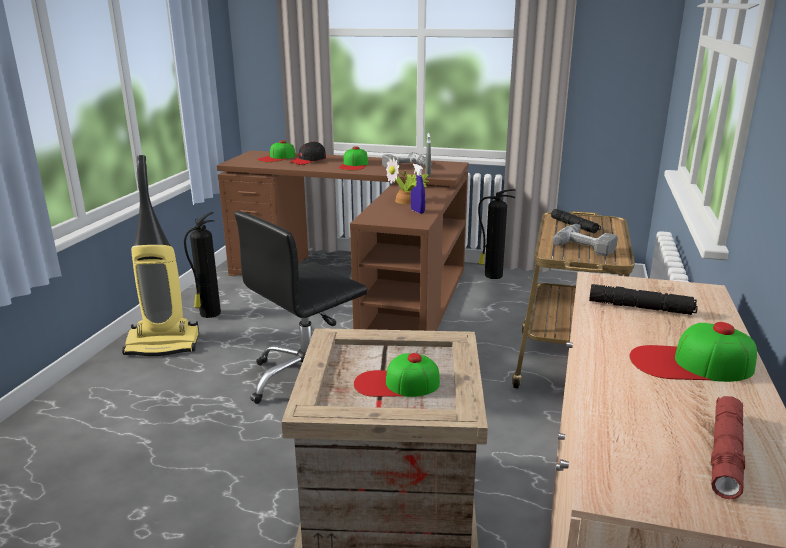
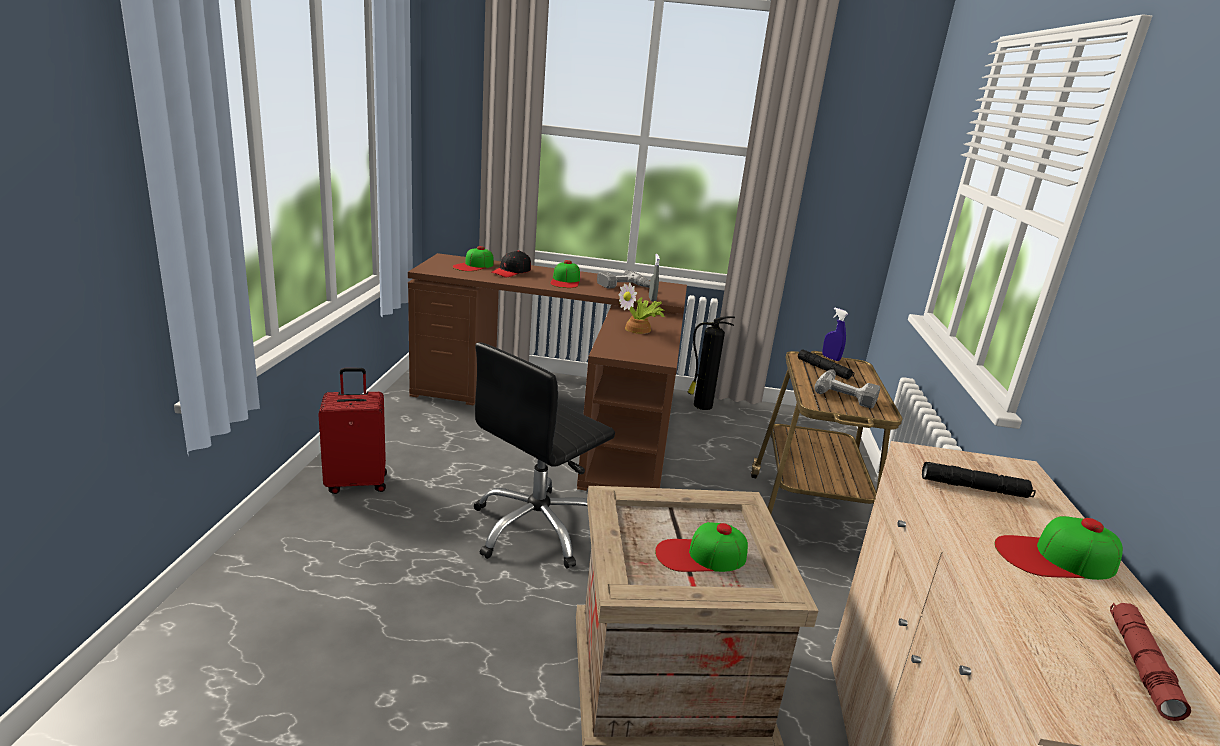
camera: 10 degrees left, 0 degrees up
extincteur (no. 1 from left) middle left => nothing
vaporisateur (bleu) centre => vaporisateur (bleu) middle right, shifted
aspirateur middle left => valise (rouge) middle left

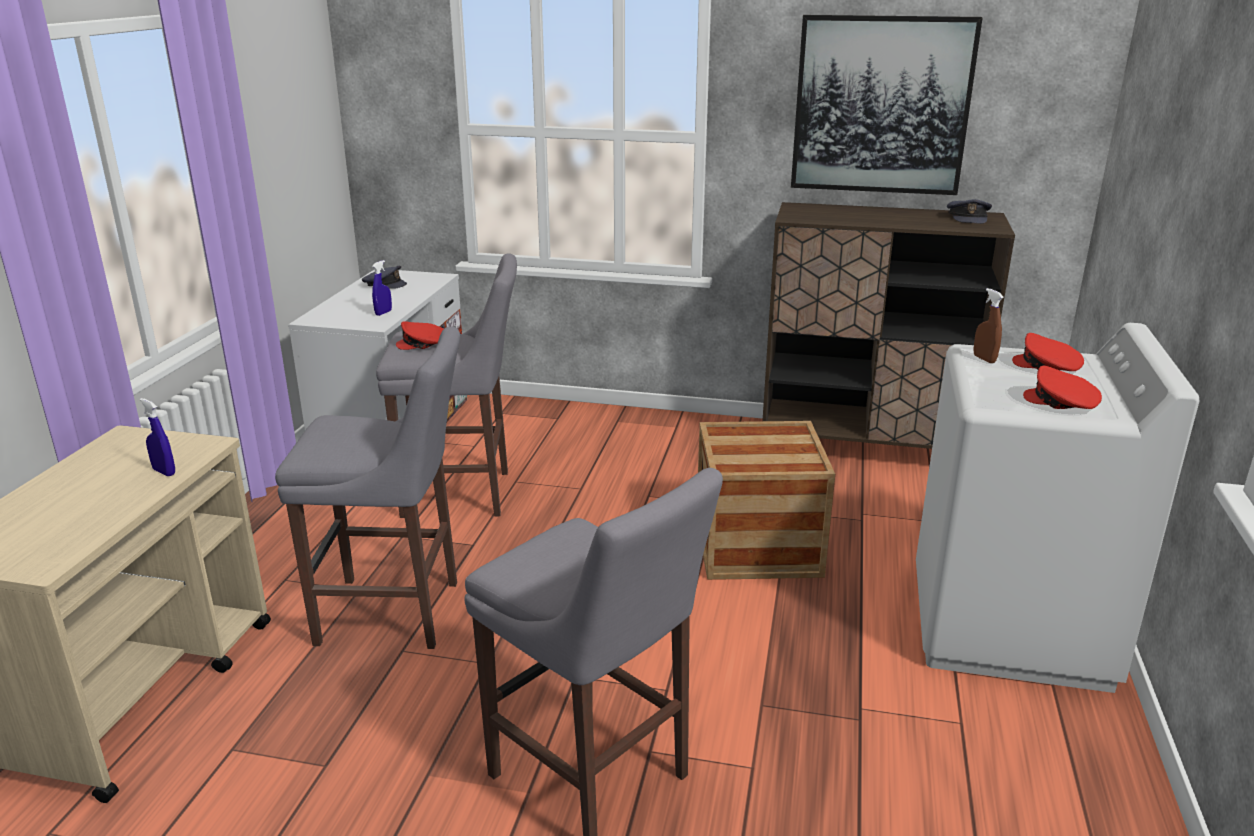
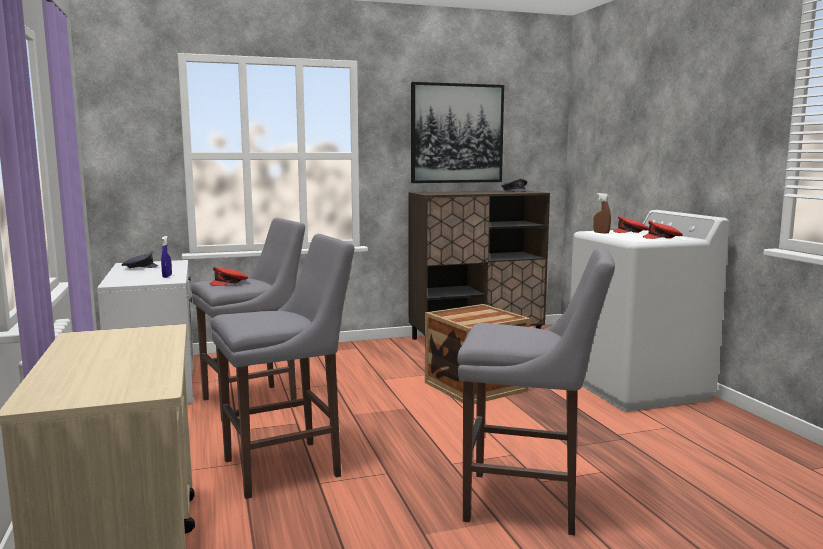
camera: 30 degrees left, 15 degrees down
vaporisateur (bleu) (no. 1 from left) middle left => nothing

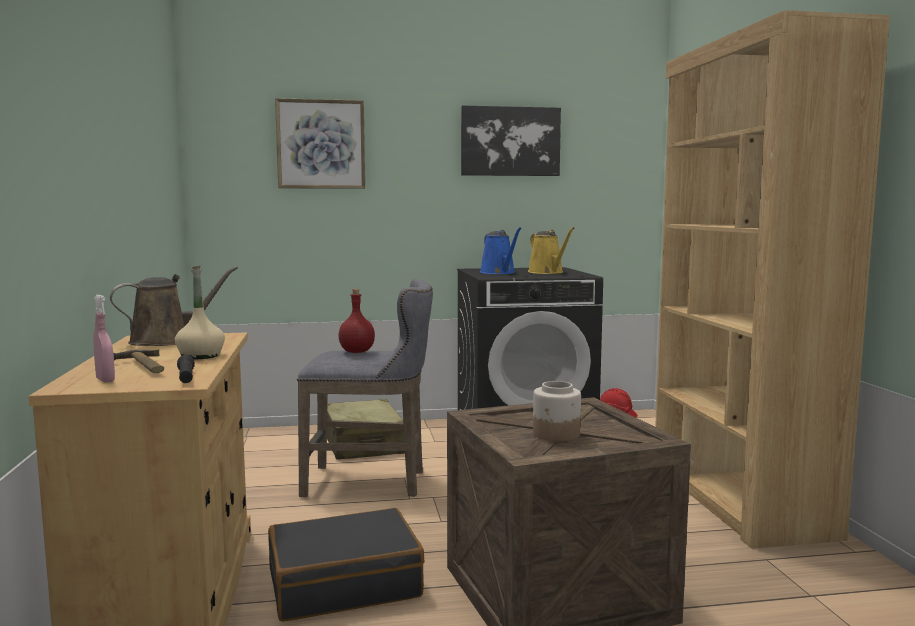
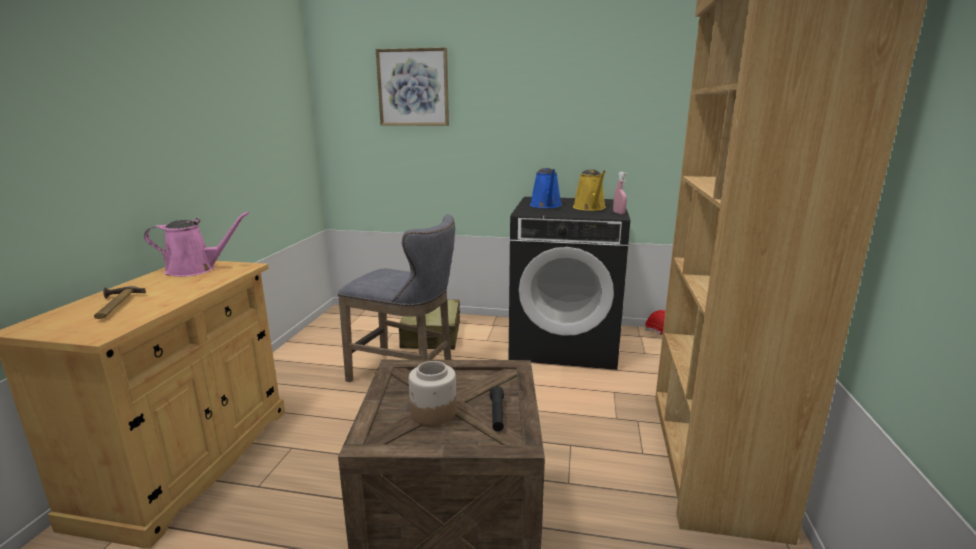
camera: 20 degrees right, 10 degrees up
bouteille (beige) middle left => nothing
valise (noir) bottom centre => nothing
bouteille (rouge) centre => nothing
tableau (no. 2 from left) top centre => nothing
vaporisateur (rose) middle left => vaporisateur (rose) centre, shifted
lampe de poche (noir) middle left => lampe de poche (noir) bottom centre, shifted
arrosoir (marron) middle left => arrosoir (rose) middle left

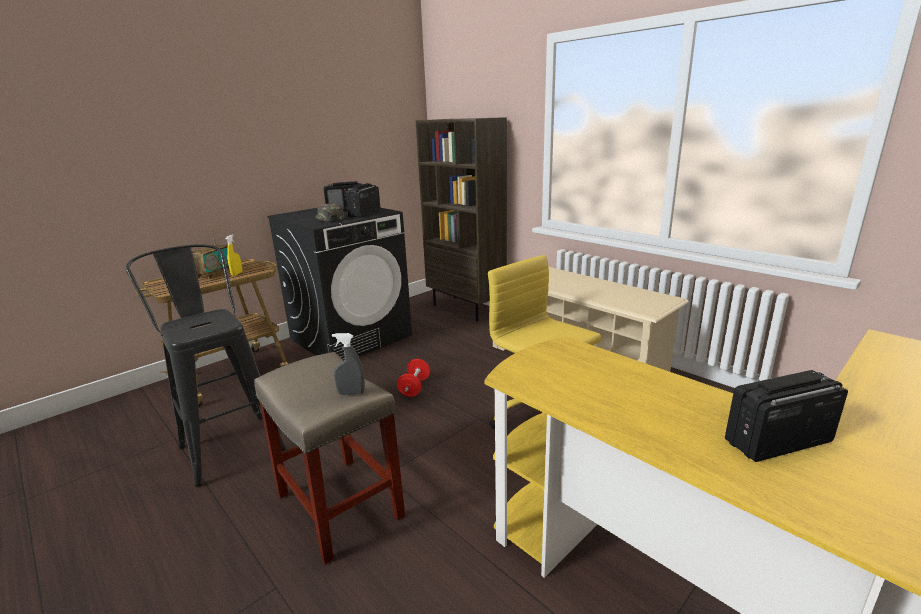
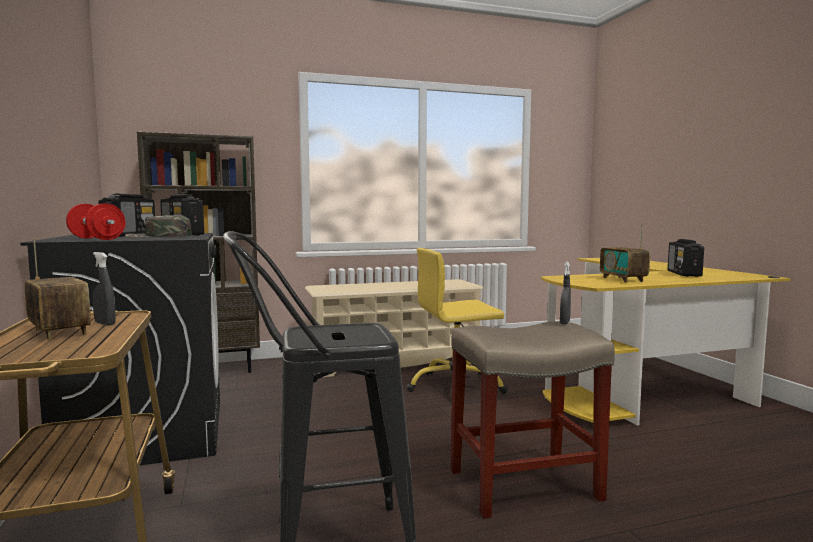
camera: 65 degrees left, 15 degrees down
nothing => radio (no. 4 from left) middle right
haltère (rouge) centre => haltère (rouge) middle left, shifted
vaporisateur (jaune) middle left => vaporisateur (gris) (no. 1 from left) middle left

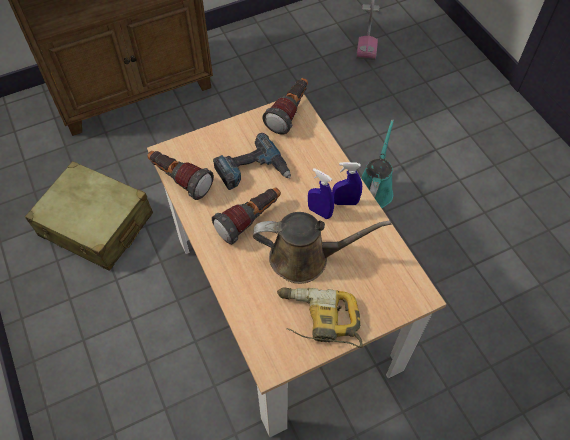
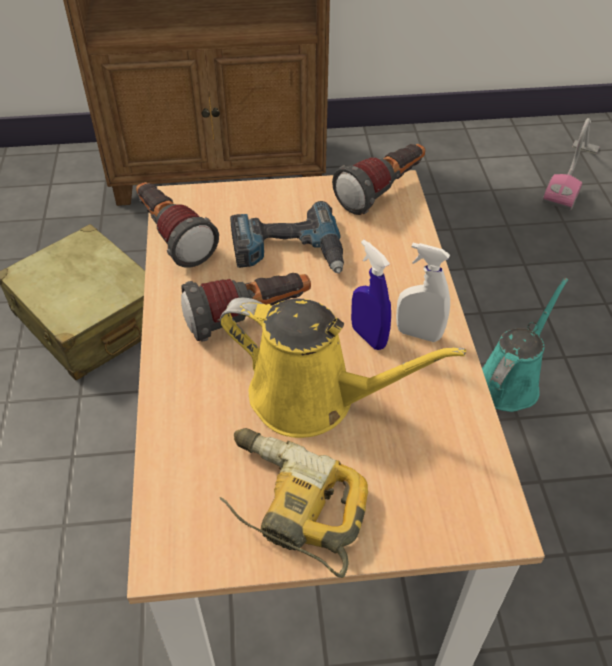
camera: 20 degrees right, 10 degrees down
arrosoir (marron) centre => arrosoir (jaune) centre
vaporisateur (bleu) (no. 2 from left) centre => vaporisateur (blanc) middle right

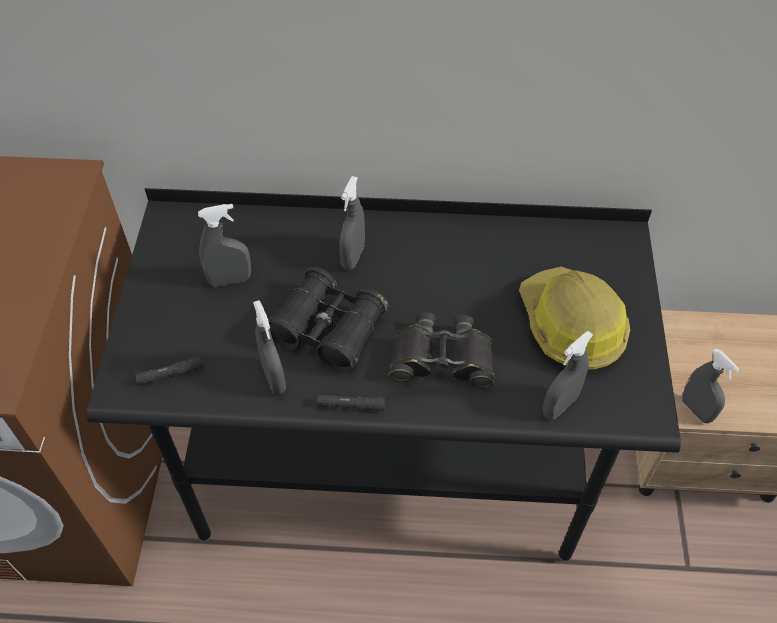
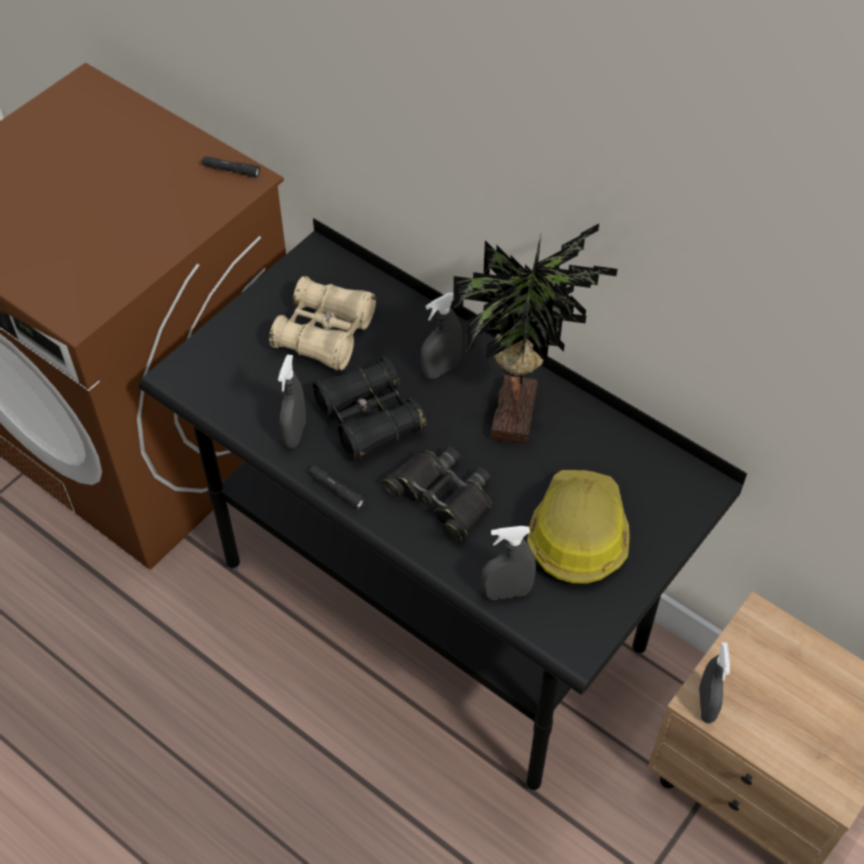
camera: 35 degrees right, 0 degrees up
nothing => plante en pot centre
lampe de poche (noir) (no. 1 from left) middle left => lampe de poche (noir) (no. 1 from left) top left, shifted
vaporisateur (gris) (no. 1 from left) middle left => jumelles (beige) centre

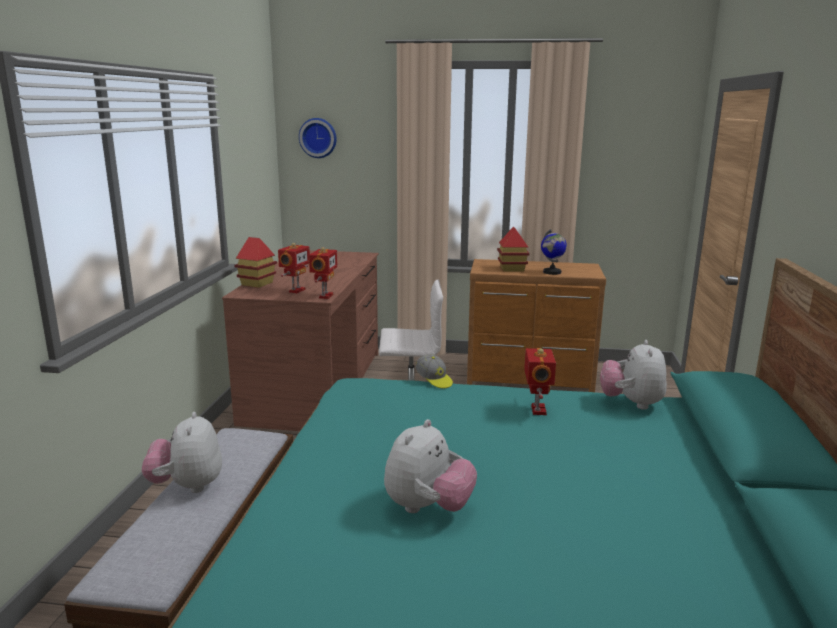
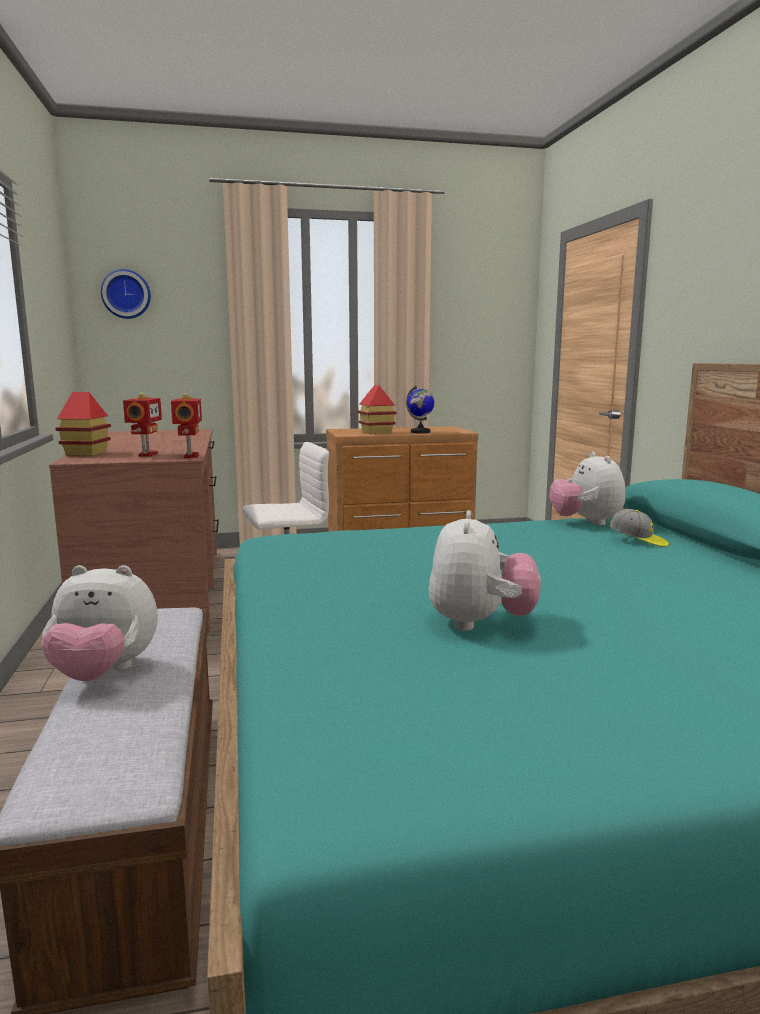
camera: 20 degrees left, 5 degrees down
robot jouet (no. 3 from left) centre => nothing
casquette centre => casquette middle right, shifted
peluche (no. 1 from left) bottom left => peluche (no. 1 from left) middle left, 60 degrees counterclockwise

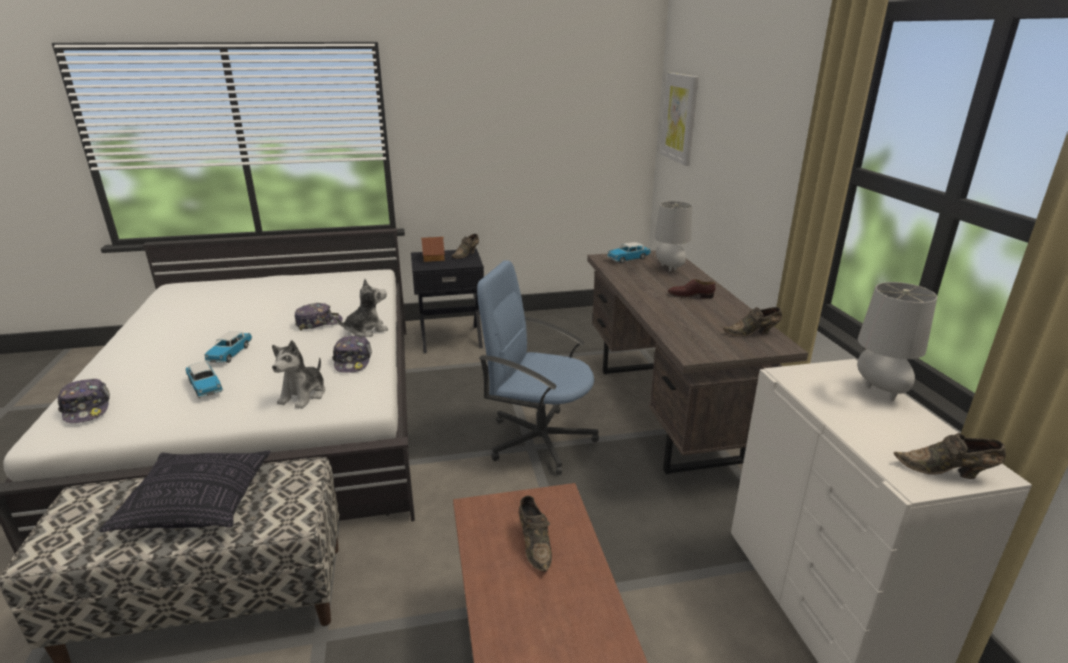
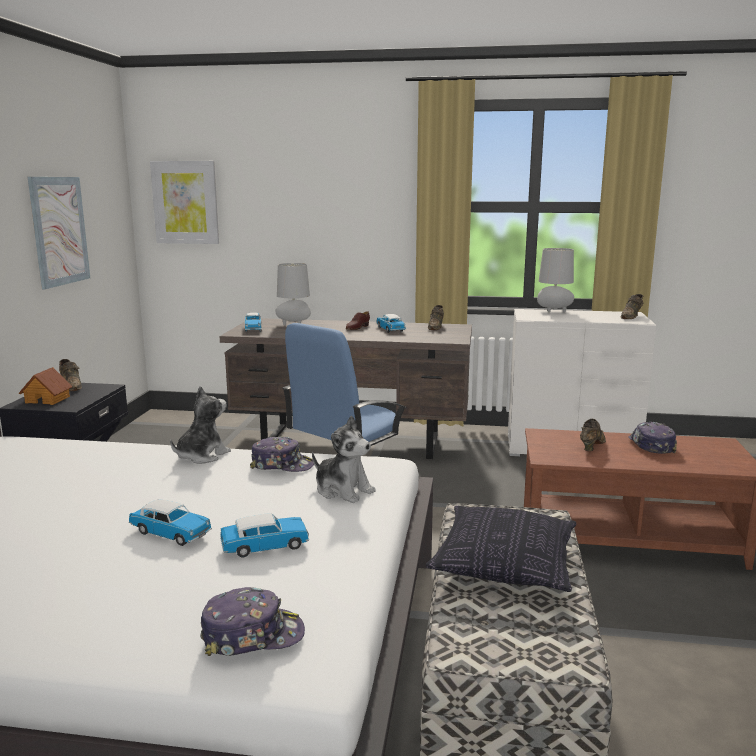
camera: 70 degrees left, 10 degrees down
nothing => tableau (no. 1 from left) top left
nothing => petite voiture (no. 4 from left) centre
casquette (no. 2 from left in the first image) middle left => casquette (no. 3 from left) middle right, shifted
peluche (no. 2 from left in the first image) centre => peluche (no. 1 from left) middle left, 45 degrees clockwise
chaussure (marron) (no. 2 from left in the first image) bottom centre => chaussure (marron) (no. 4 from left) middle right, 60 degrees counterclockwise

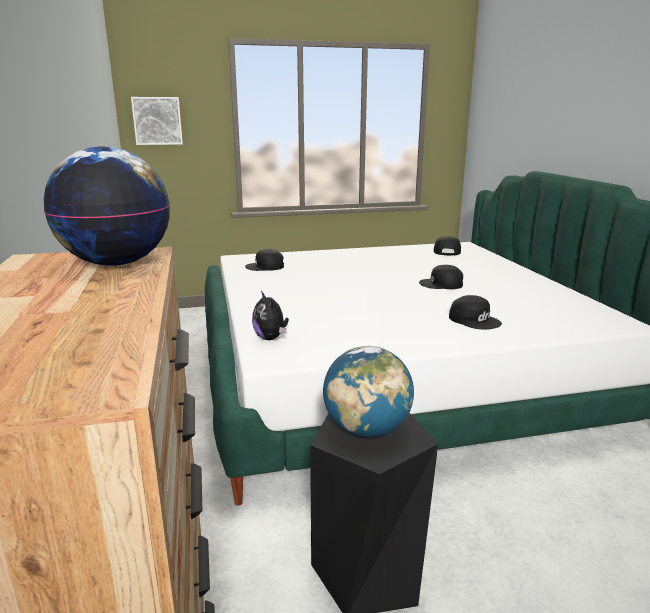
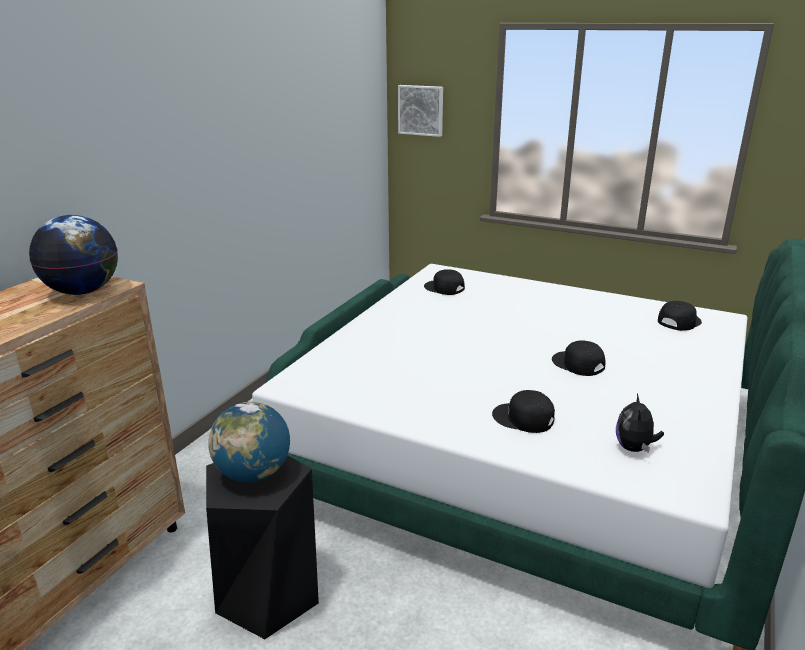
camera: 40 degrees right, 5 degrees up
peluche centre => peluche middle right, shifted
casquette (noir) (no. 4 from left in the first image) middle right => casquette (noir) (no. 2 from left) centre, 120 degrees clockwise

